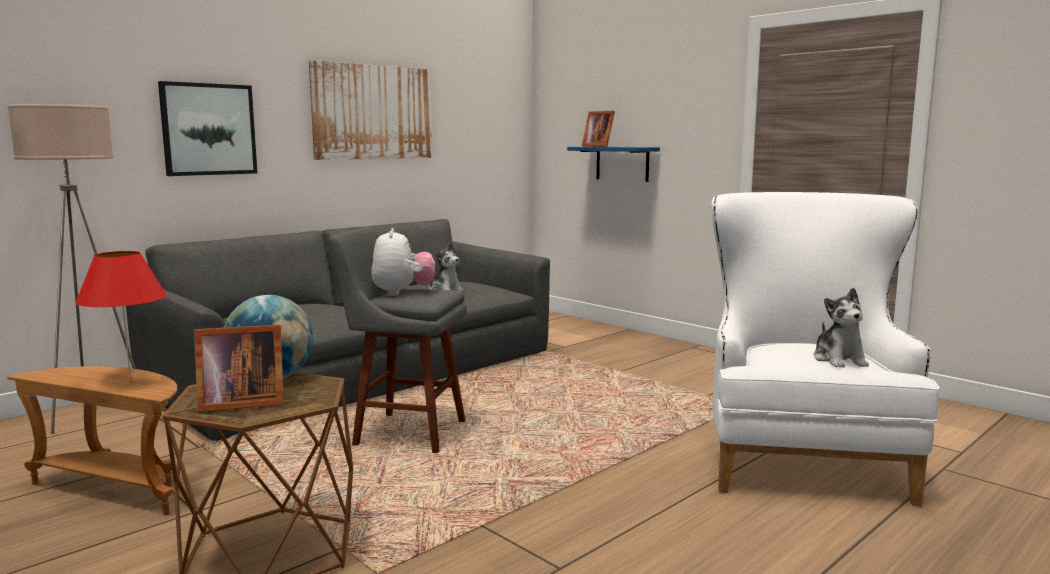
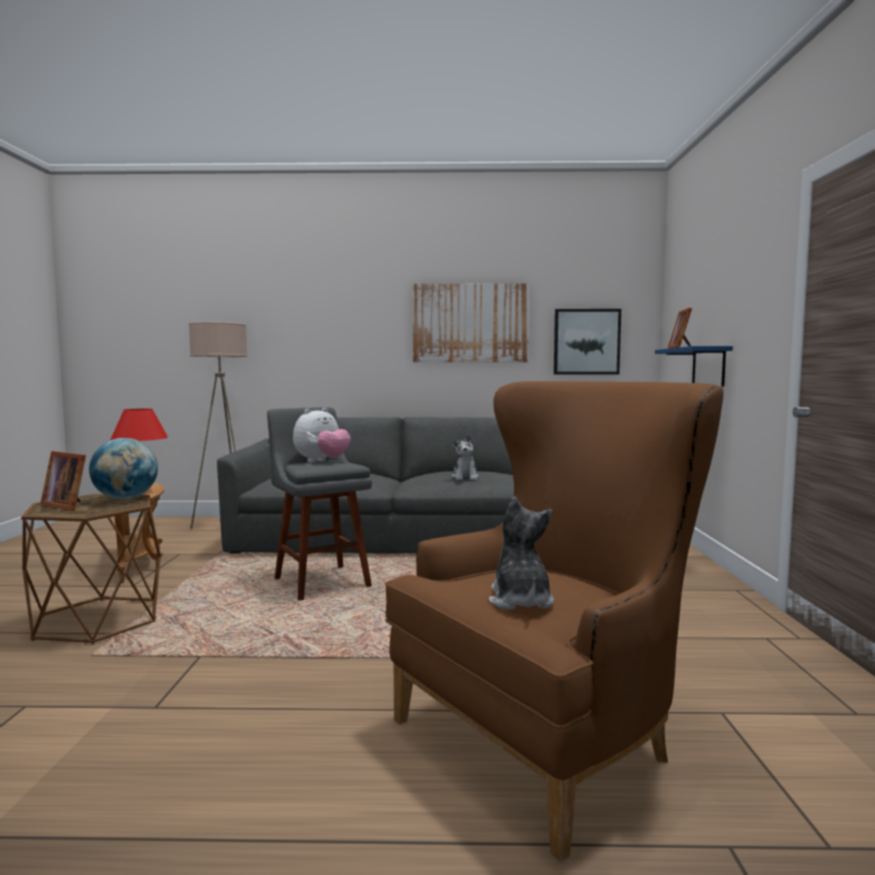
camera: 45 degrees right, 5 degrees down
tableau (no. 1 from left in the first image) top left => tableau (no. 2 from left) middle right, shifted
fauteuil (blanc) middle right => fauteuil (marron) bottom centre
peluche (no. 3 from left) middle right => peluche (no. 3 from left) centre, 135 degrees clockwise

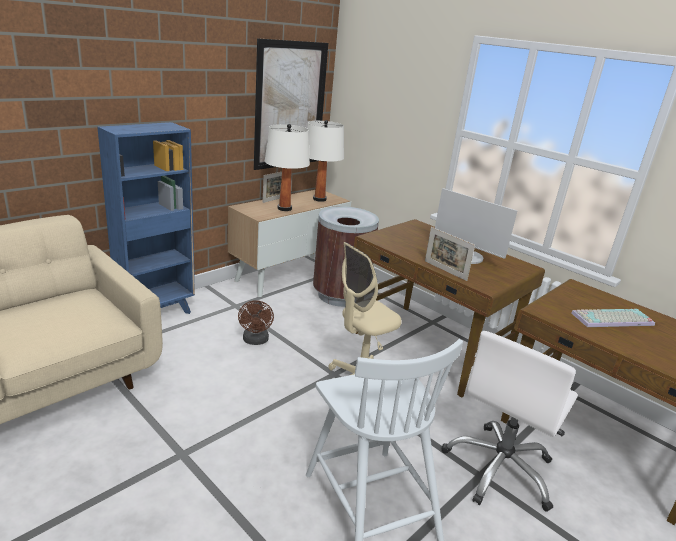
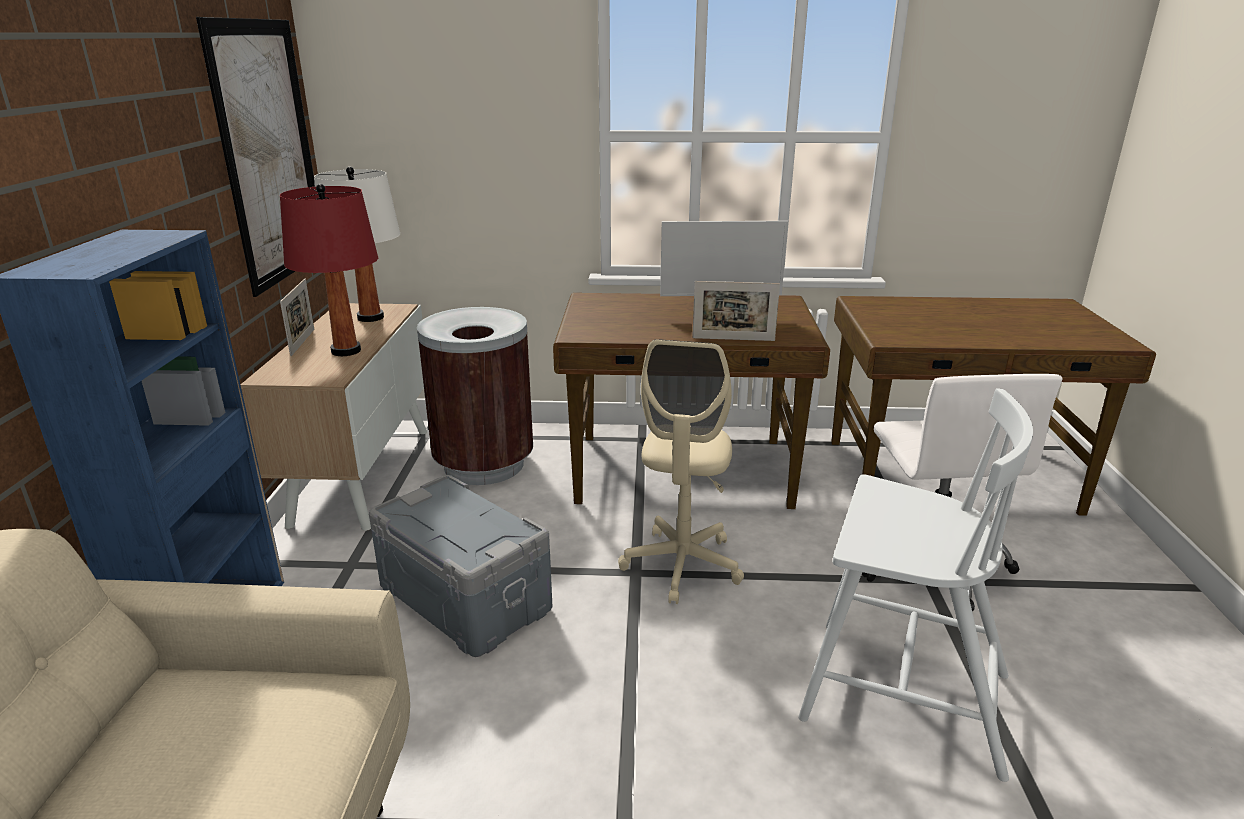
camera: 40 degrees left, 0 degrees up
clavier middle right => nothing
ventilateur (marron) centre => boîte de rangement (gris) bottom centre
lampe de table (blanc) (no. 1 from left) top centre => lampe de table (rouge) top left

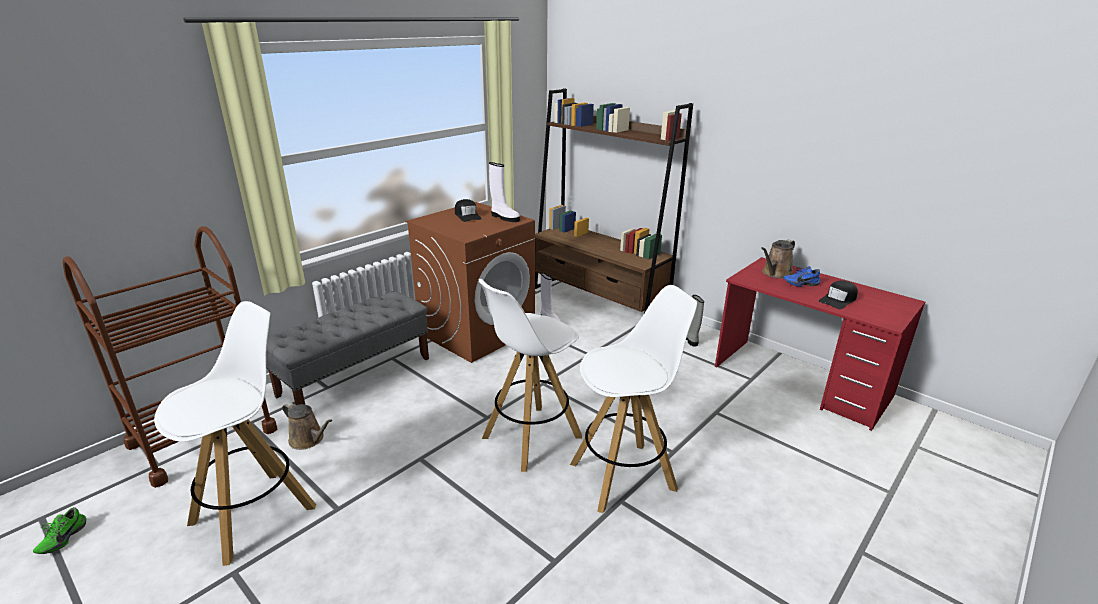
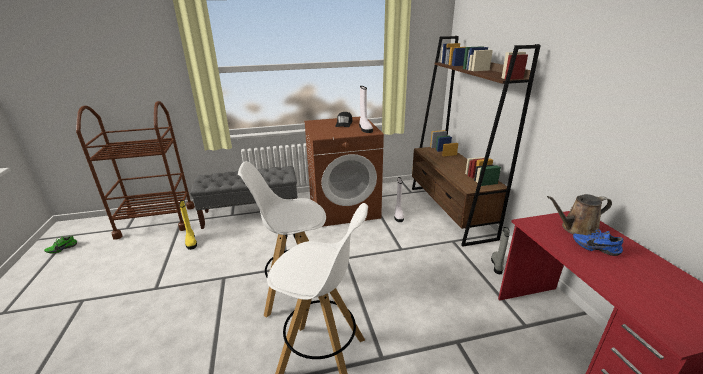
camera: 35 degrees right, 0 degrees up
tabouret (blanc) (no. 1 from left) bottom left => nothing
casquette (noir) (no. 2 from left) middle right => nothing
arrosoir (marron) (no. 1 from left) bottom left => botte (jaune) middle left

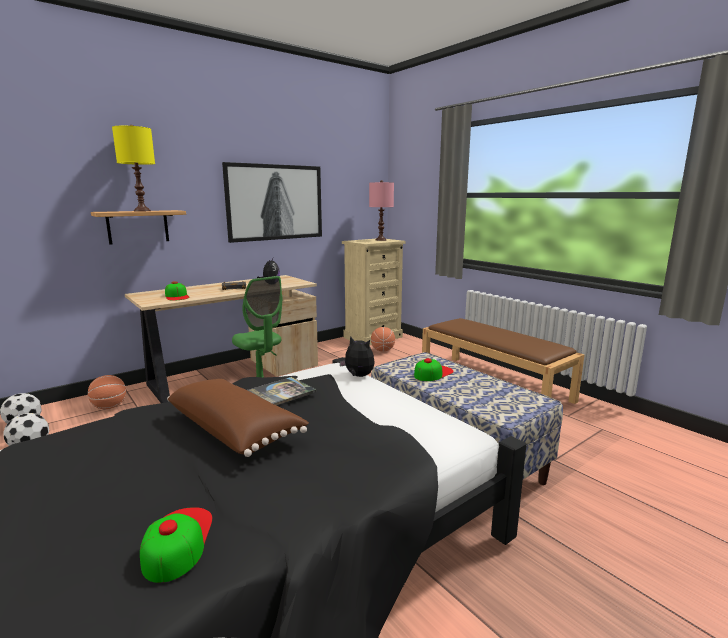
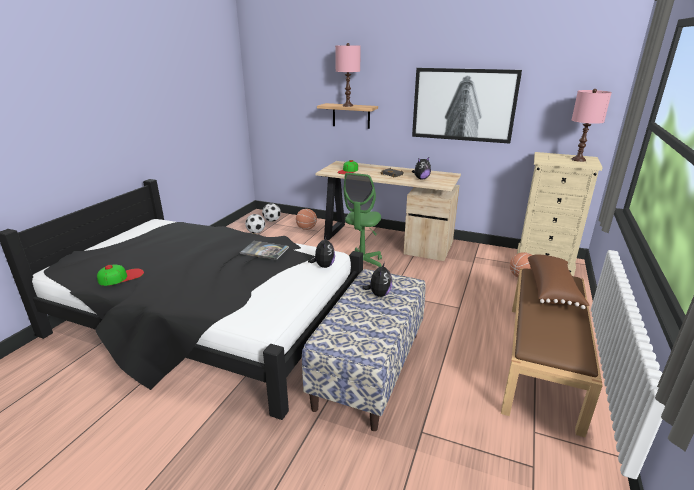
camera: 60 degrees right, 10 degrees up
coussin (marron) middle left => coussin (marron) middle right, shifted
casquette (no. 3 from left) centre => peluche (no. 2 from left) centre
lampe de table (jaune) top left => lampe de table (rose) (no. 1 from left) top centre

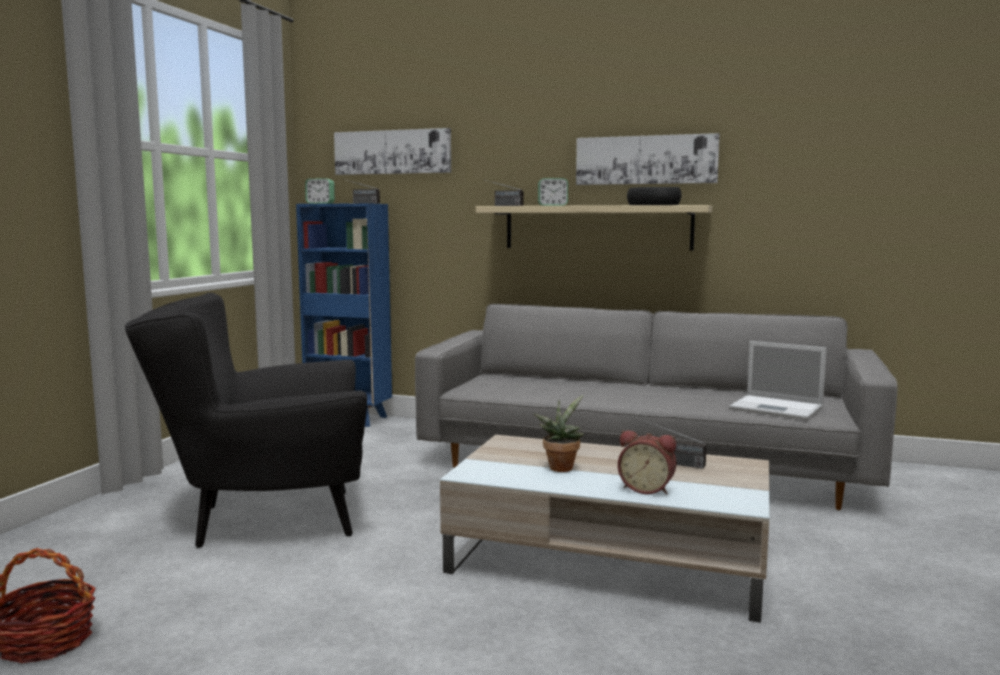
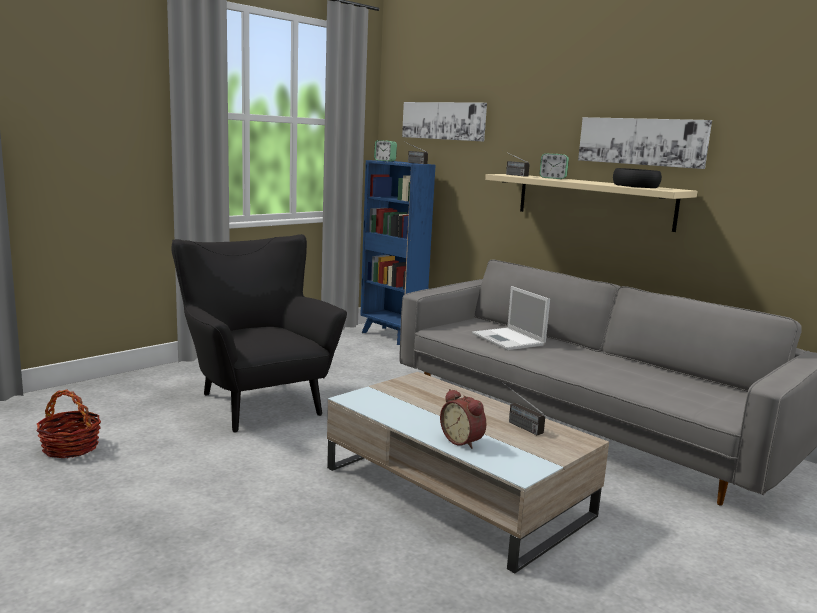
camera: 25 degrees right, 5 degrees up
plante en pot centre => nothing
ordinateur portable middle right => ordinateur portable centre, shifted
fauteuil (noir) middle left, 45 degrees clockwise

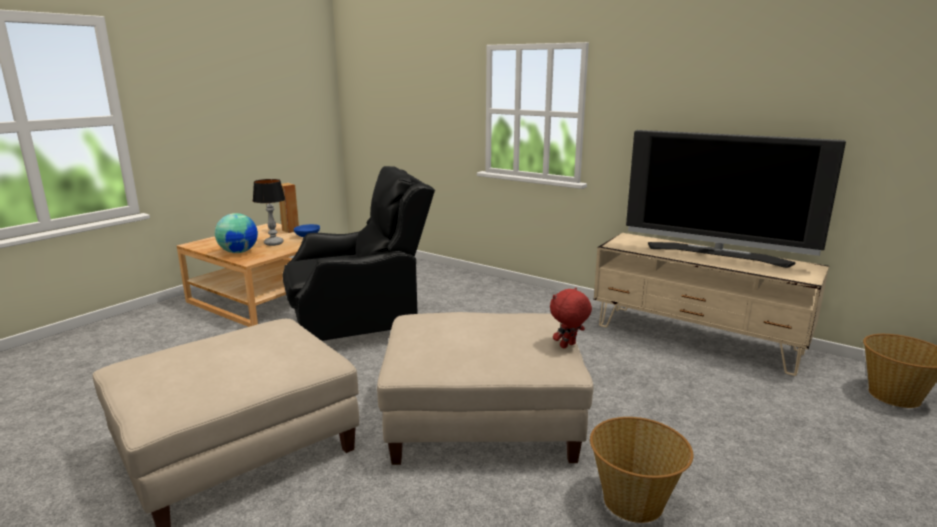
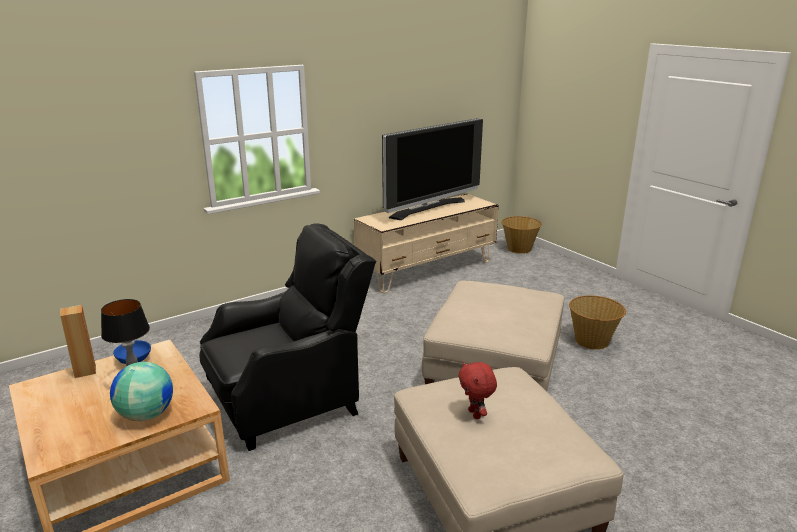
camera: 70 degrees left, 5 degrees up
peluche (rouge) centre => peluche (rouge) bottom centre, shifted
fauteuil (noir) centre, 60 degrees clockwise

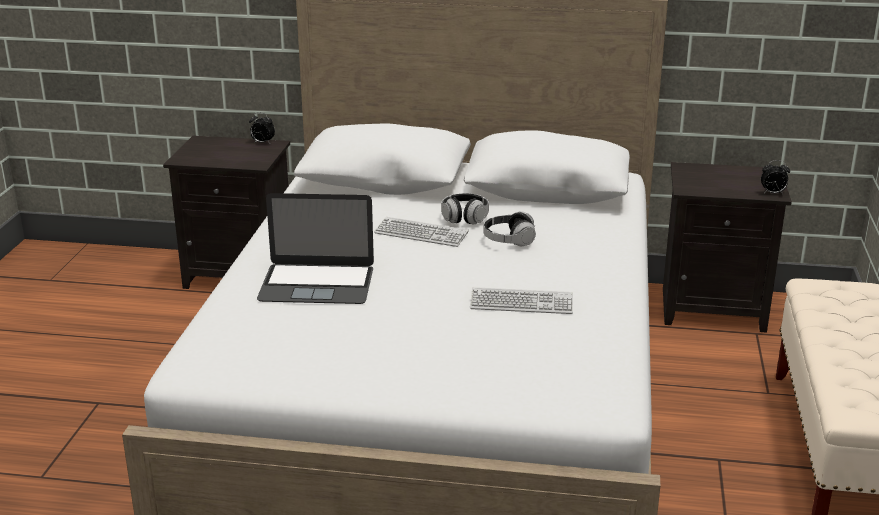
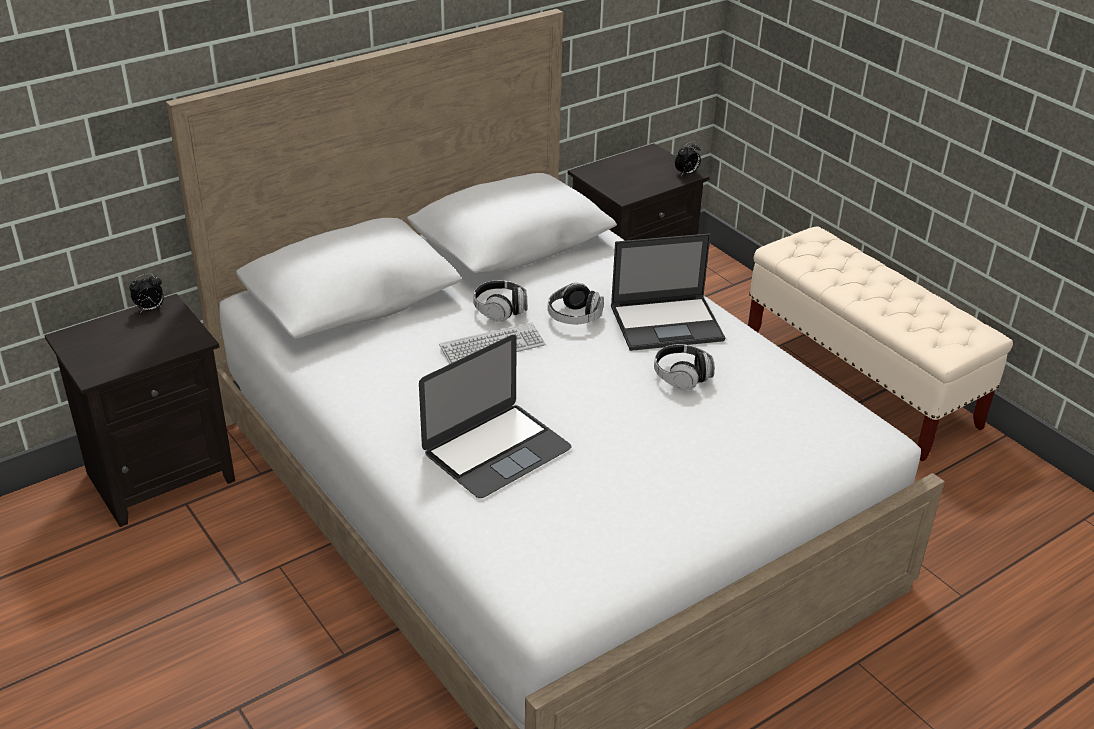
camera: 45 degrees left, 10 degrees up
nothing => ordinateur portable (no. 2 from left) centre
clavier (no. 2 from left) centre => casque audio (no. 3 from left) centre

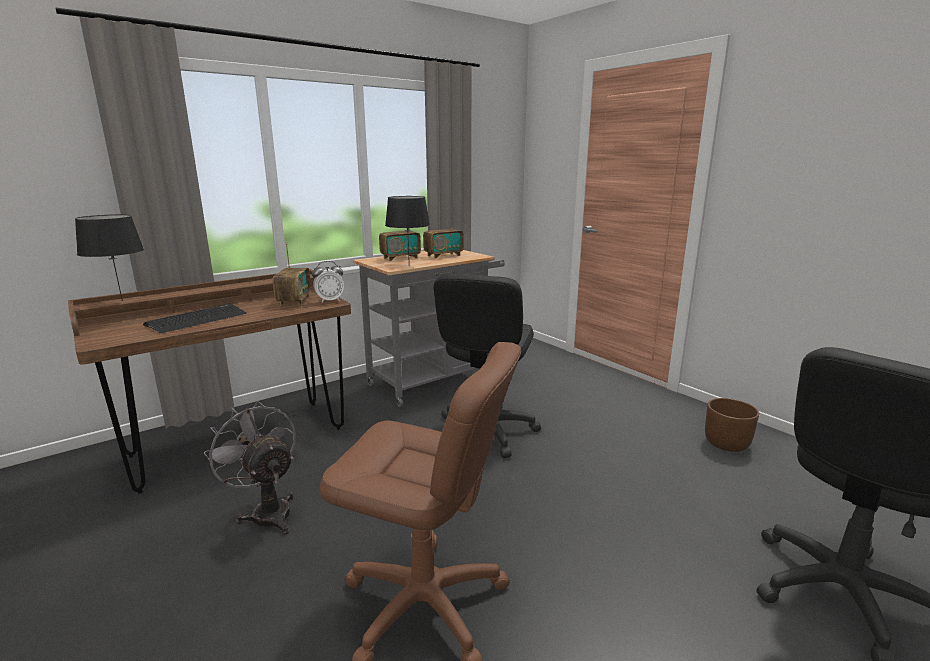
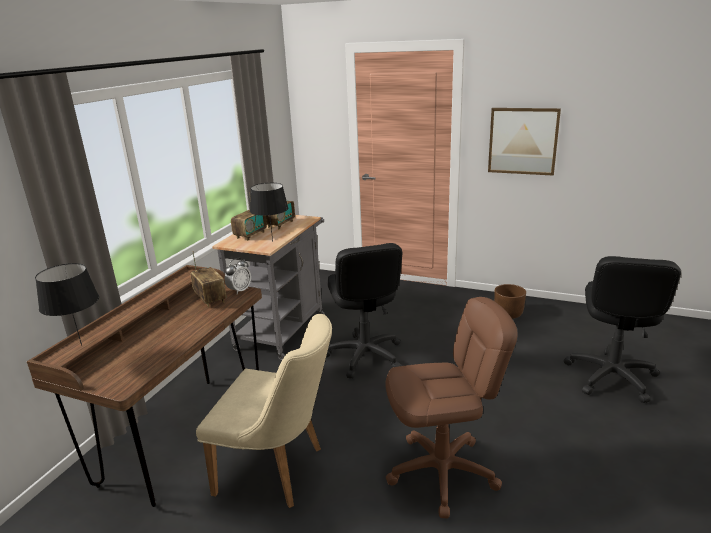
camera: 30 degrees left, 5 degrees up
clavier middle left => nothing
nothing => tableau top right
ventilateur (gris) bottom left => chaise (beige) bottom centre

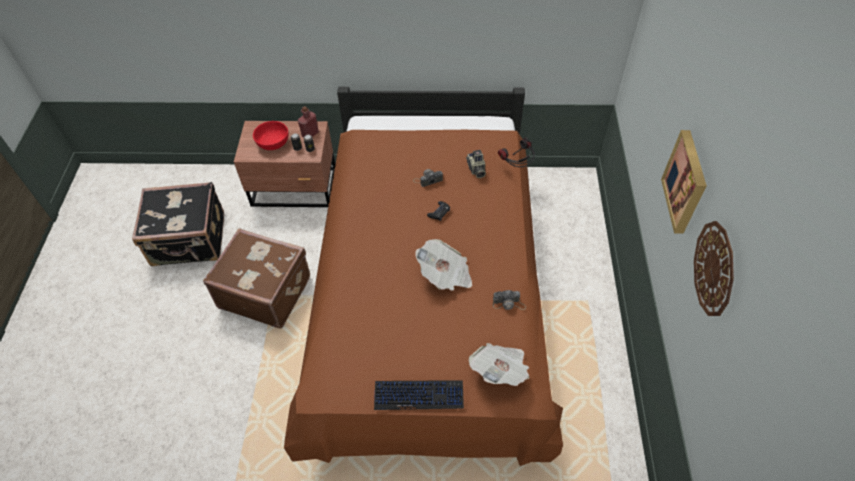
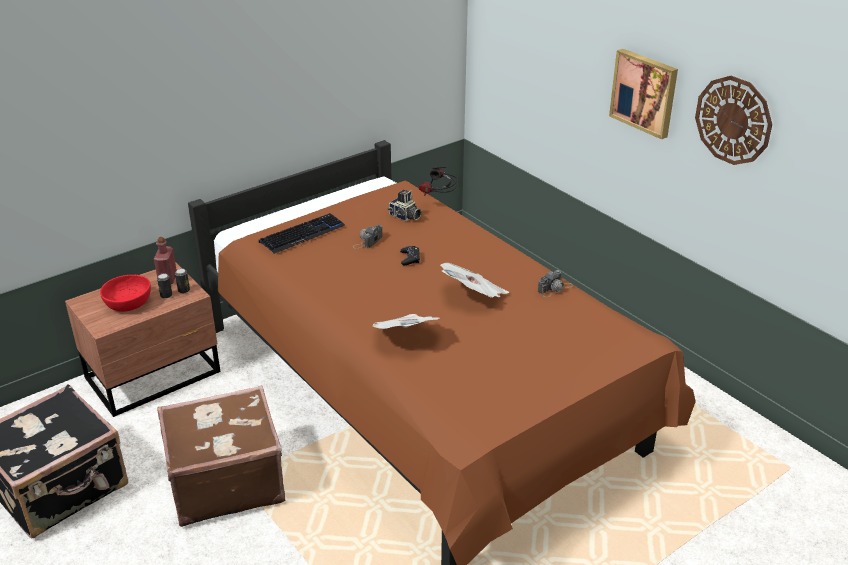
camera: 40 degrees left, 20 degrees down
clavier bottom centre => clavier centre, shifted
journal (no. 2 from left in the first image) bottom centre => journal (no. 1 from left) centre, shifted

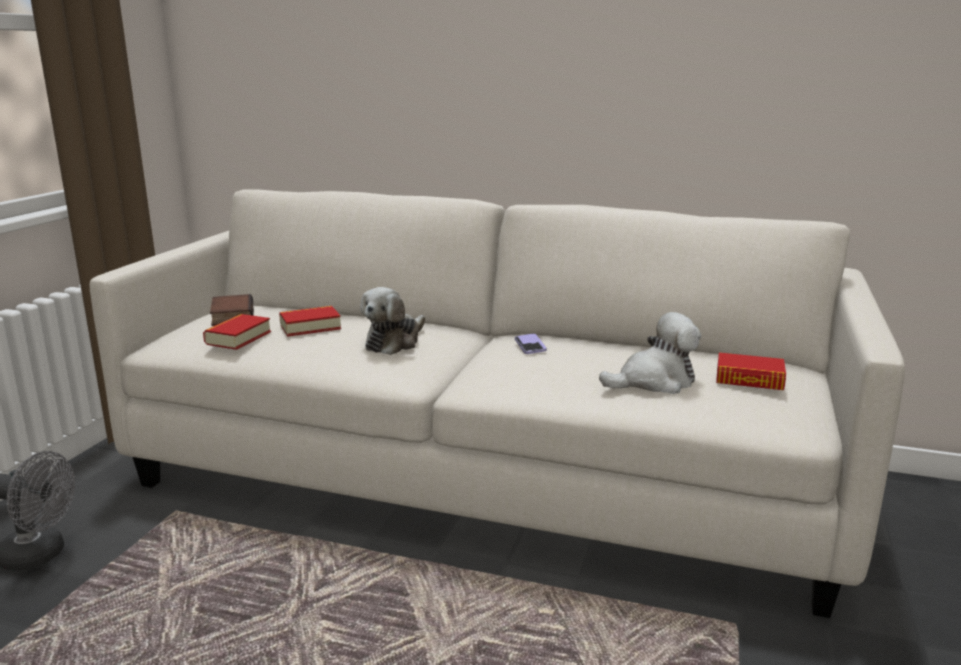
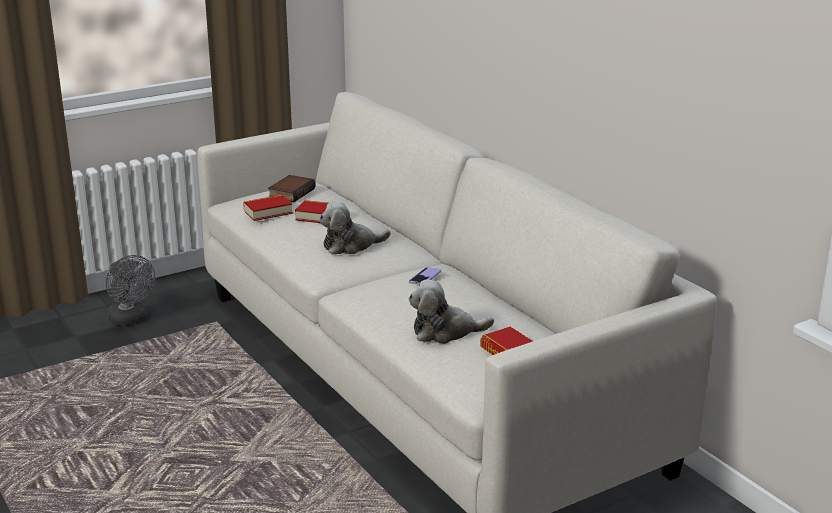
camera: 40 degrees right, 5 degrees up
peluche (no. 2 from left) middle right => peluche (no. 2 from left) centre, 150 degrees clockwise

